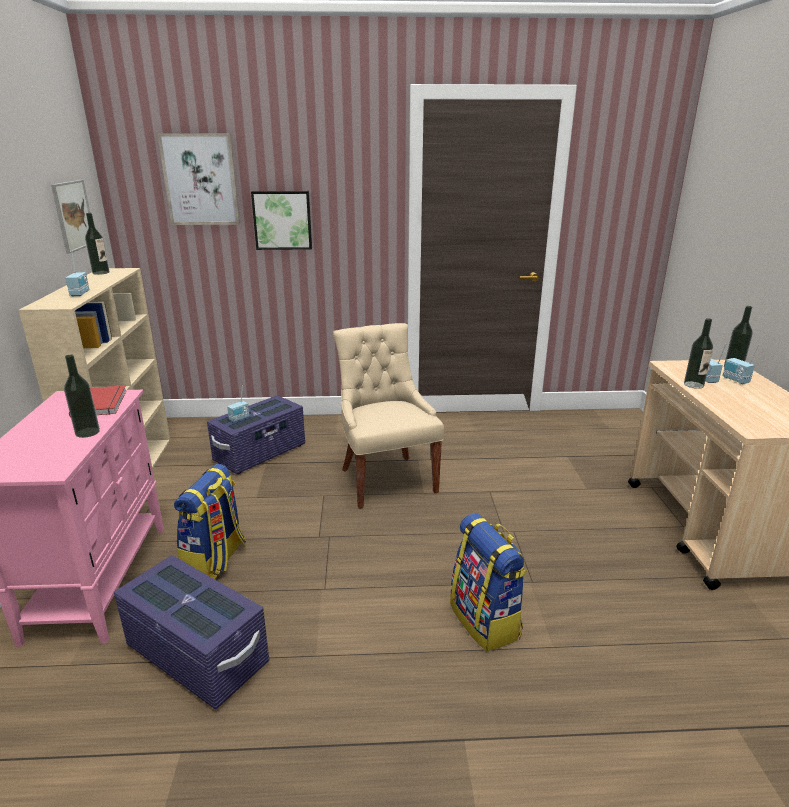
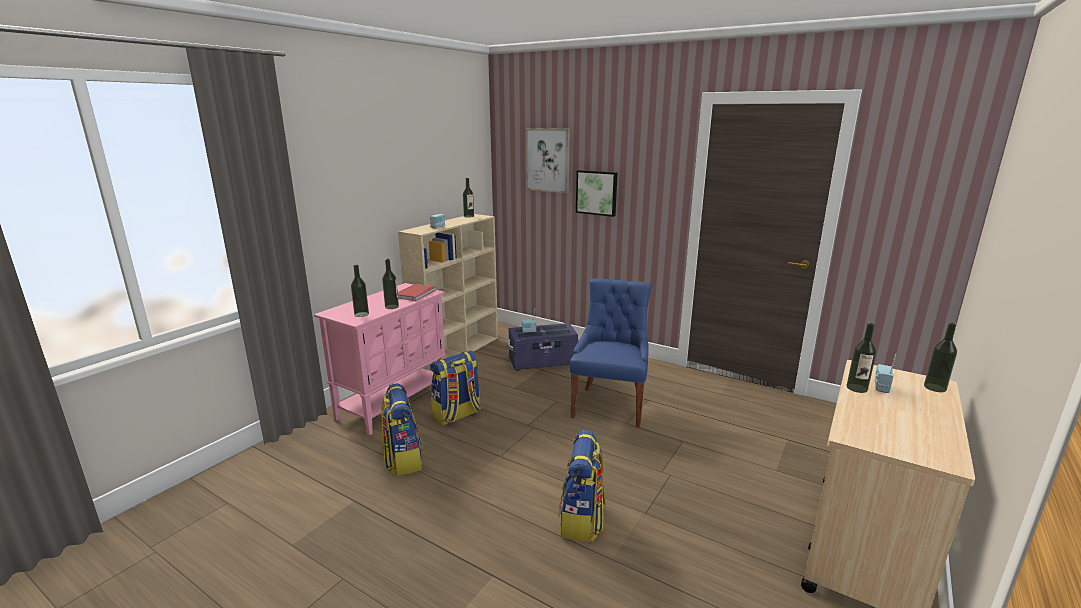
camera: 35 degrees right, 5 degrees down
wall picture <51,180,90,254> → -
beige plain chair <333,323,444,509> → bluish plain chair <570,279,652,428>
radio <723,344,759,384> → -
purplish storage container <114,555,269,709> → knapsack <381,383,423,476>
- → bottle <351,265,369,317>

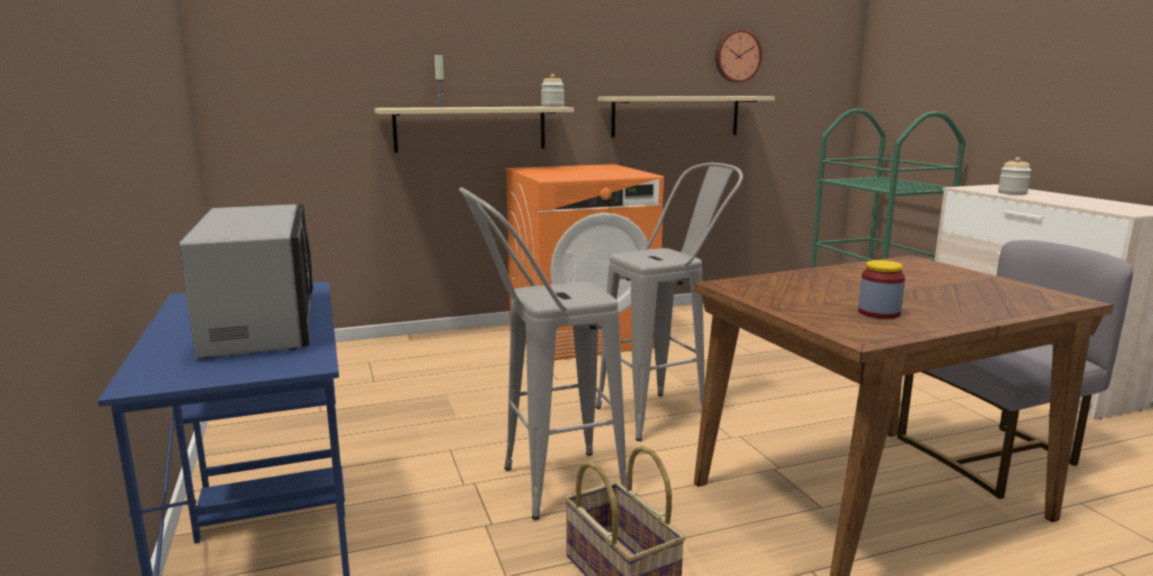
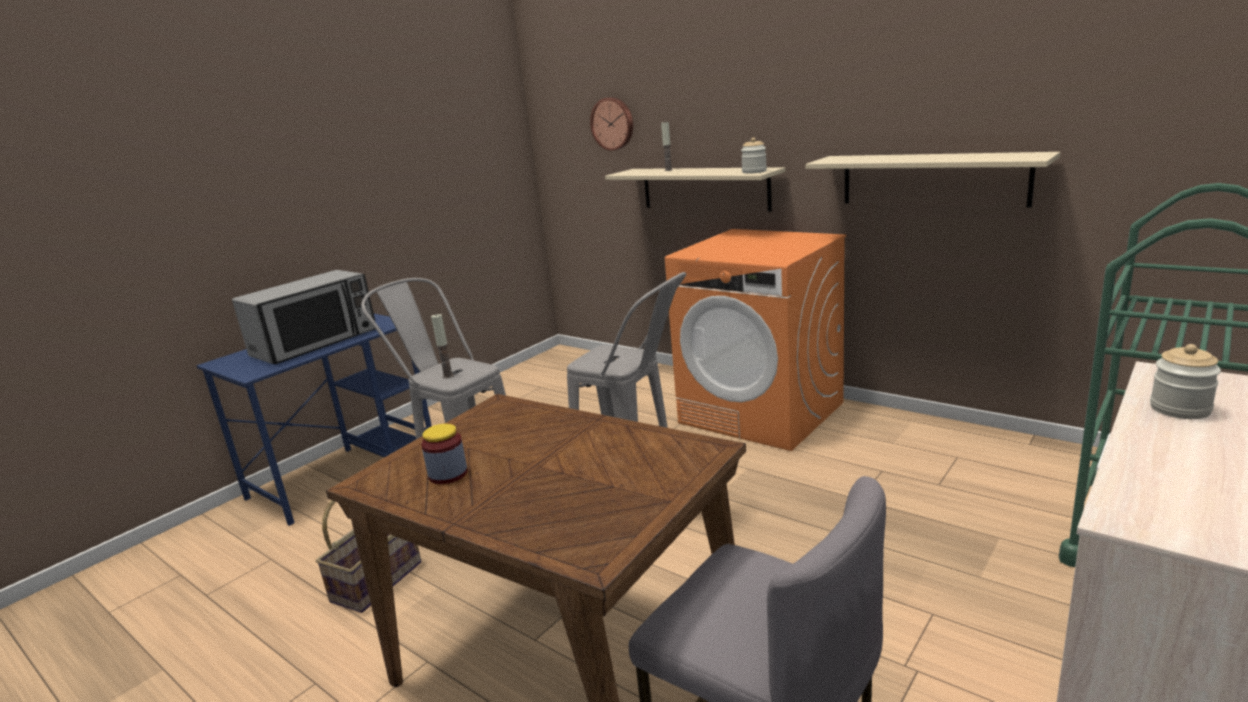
camera: 60 degrees right, 5 degrees up
hanging clock <715,30,762,83> → hanging clock <590,97,633,151>, moved
- → wax light <431,314,454,379>

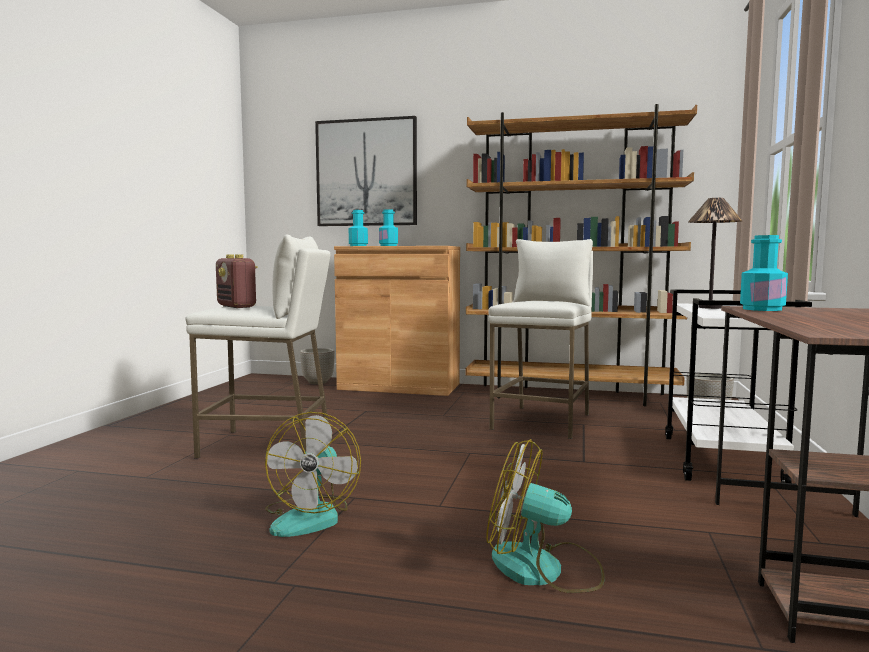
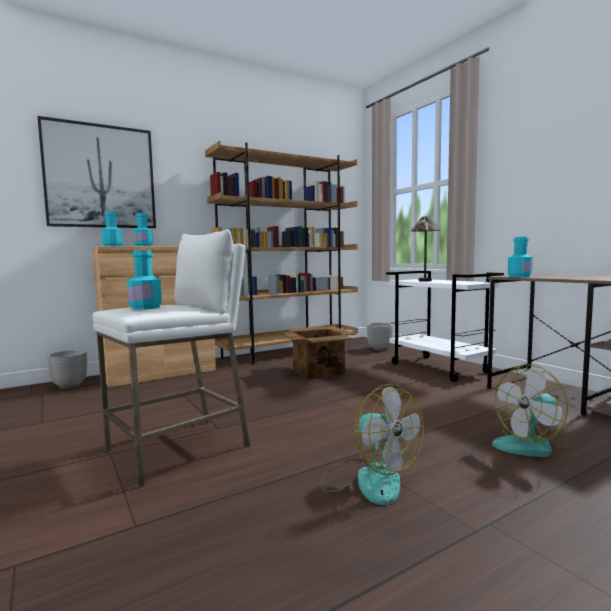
camera: 45 degrees left, 0 degrees up
whitish stool <488,239,594,439> → carton <281,326,356,379>
radio <216,254,258,308> → turquoise bottle <127,250,162,310>

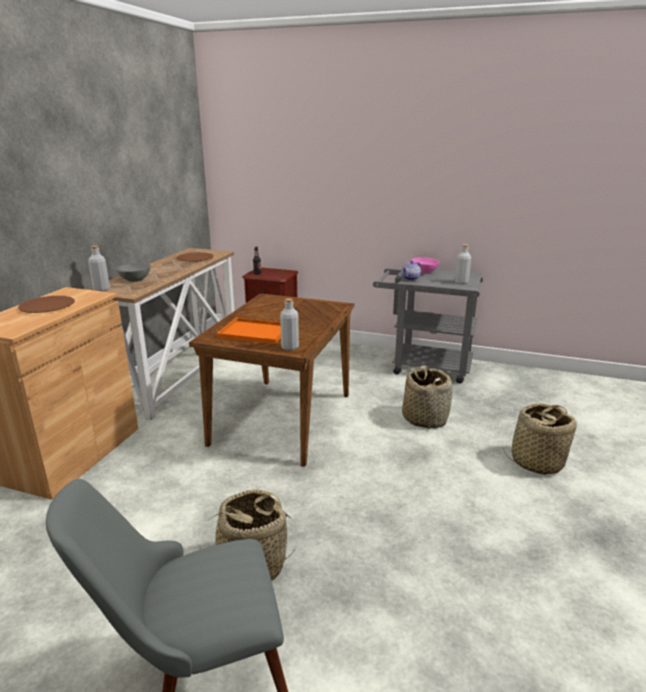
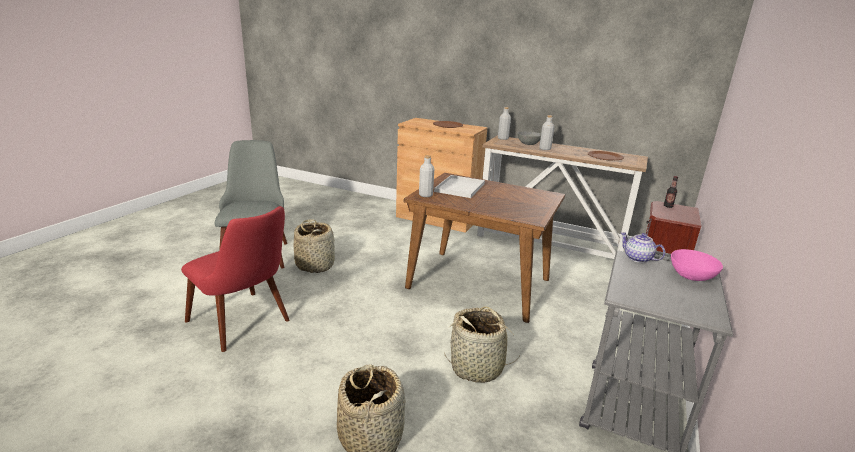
camera: 95 degrees right, 0 degrees up
gray bottle <455,244,471,284> → gray bottle <539,115,554,150>, moved
orangey serving tray <217,318,281,344> → whitish serving tray <434,175,485,198>
- → red-coloured plain chair <181,206,290,352>

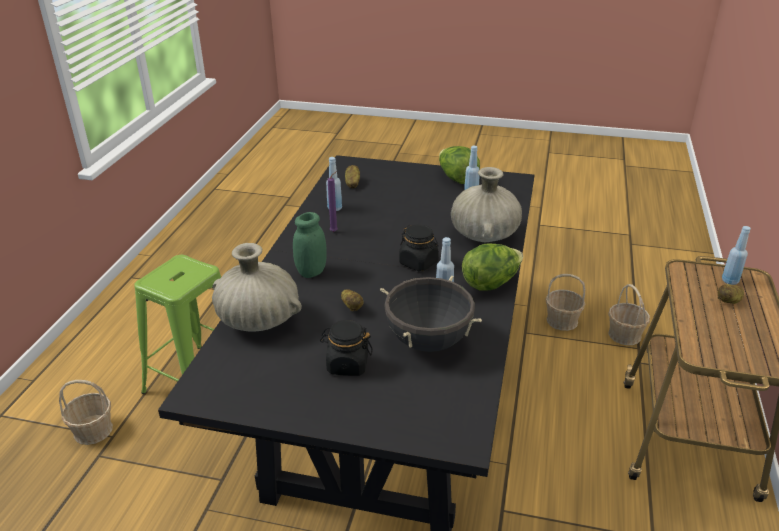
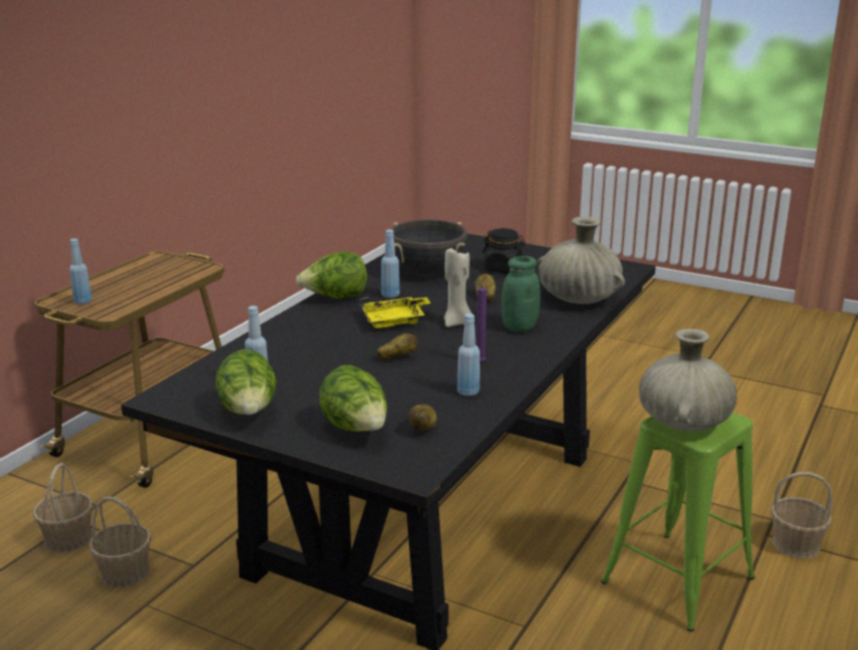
camera: 165 degrees left, 10 degrees down
beige vase <451,167,522,242> → beige vase <639,329,737,431>, moved
black-coloured jar <399,224,439,271> → yellow-coloured serving tray <359,297,430,328>
spud <718,284,744,304> → spud <377,333,417,360>, moved
- → beige wax light <444,246,472,327>
- → lettuce head <319,365,387,432>

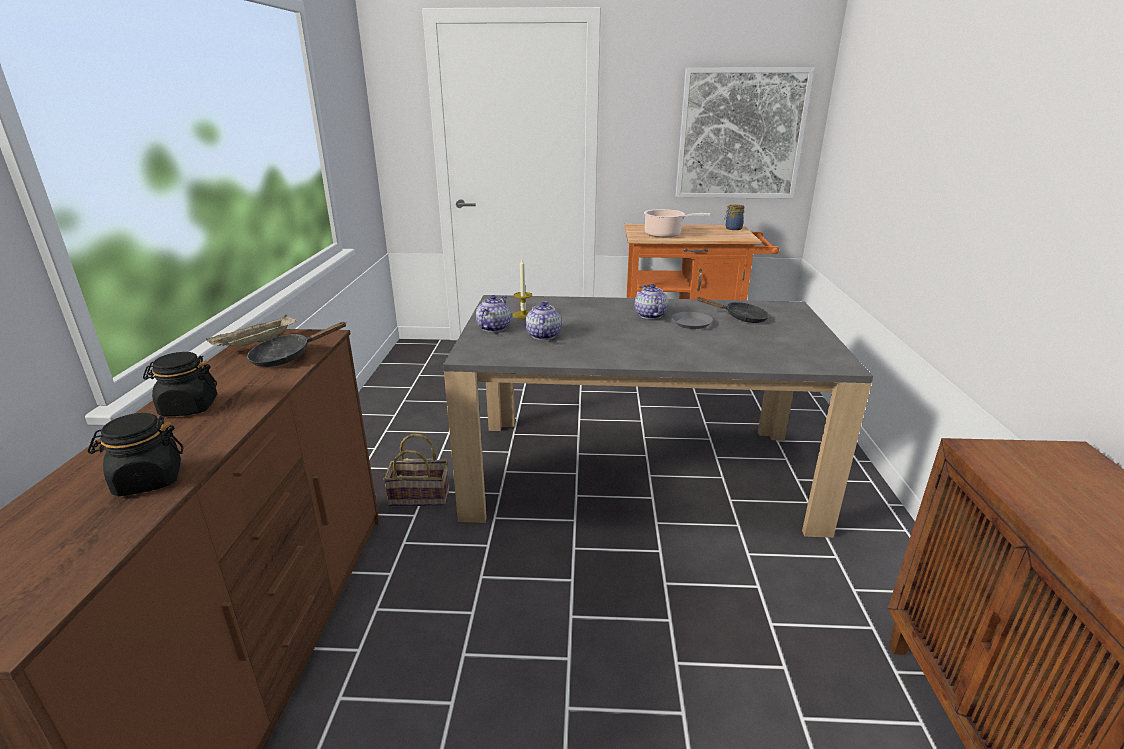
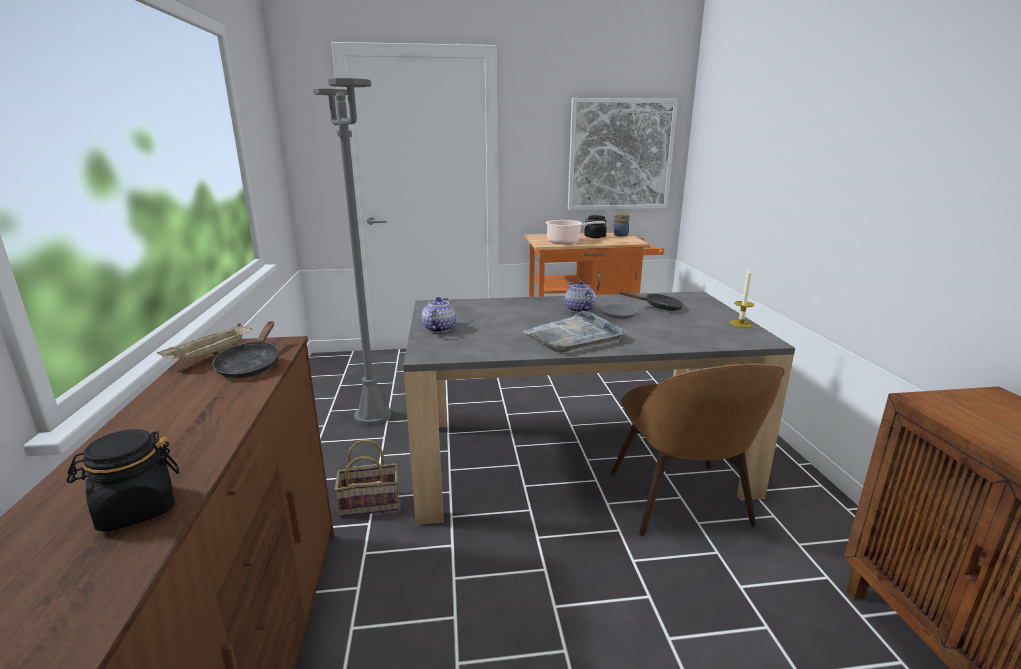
camera: 10 degrees left, 5 degrees down
wax light <513,259,532,319> → wax light <730,268,754,328>, moved
pot for tea <525,302,562,340> → -
black-coloured frying pan <247,322,347,367> → black-coloured frying pan <212,321,279,378>, 45 degrees counterclockwise
black-coloured jar <143,352,217,416> → black-coloured jar <584,215,607,238>, moved
- → gray standing lamp <313,78,391,425>
- → gray serving tray <523,311,625,353>
- → brown plain chair <611,363,785,536>

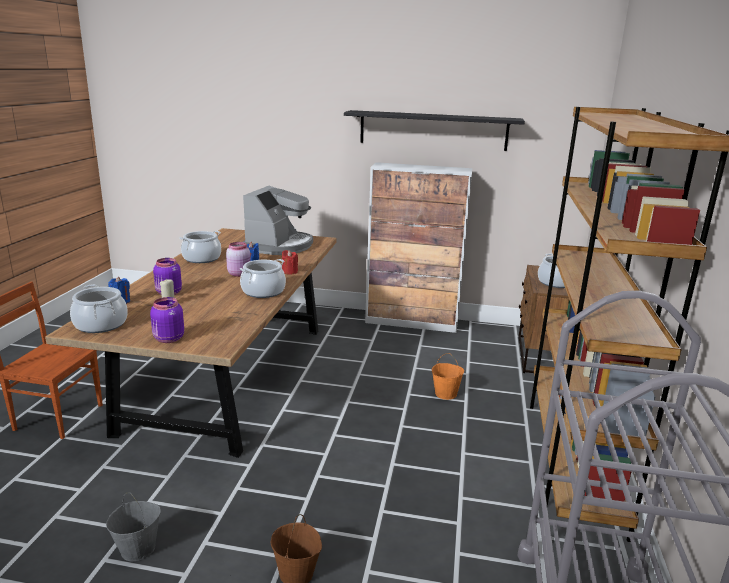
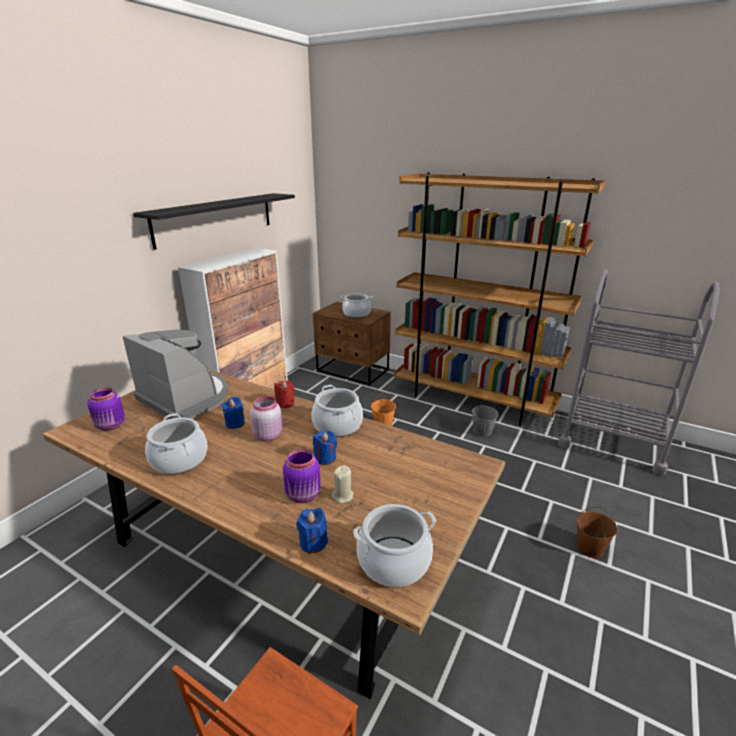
camera: 70 degrees left, 5 degrees up
purplish jar <150,297,184,343> → purplish jar <88,387,125,431>, moved
gray bucket <106,492,161,561> → gray bucket <472,398,498,437>, moved
- → bluish wax light <313,431,337,465>

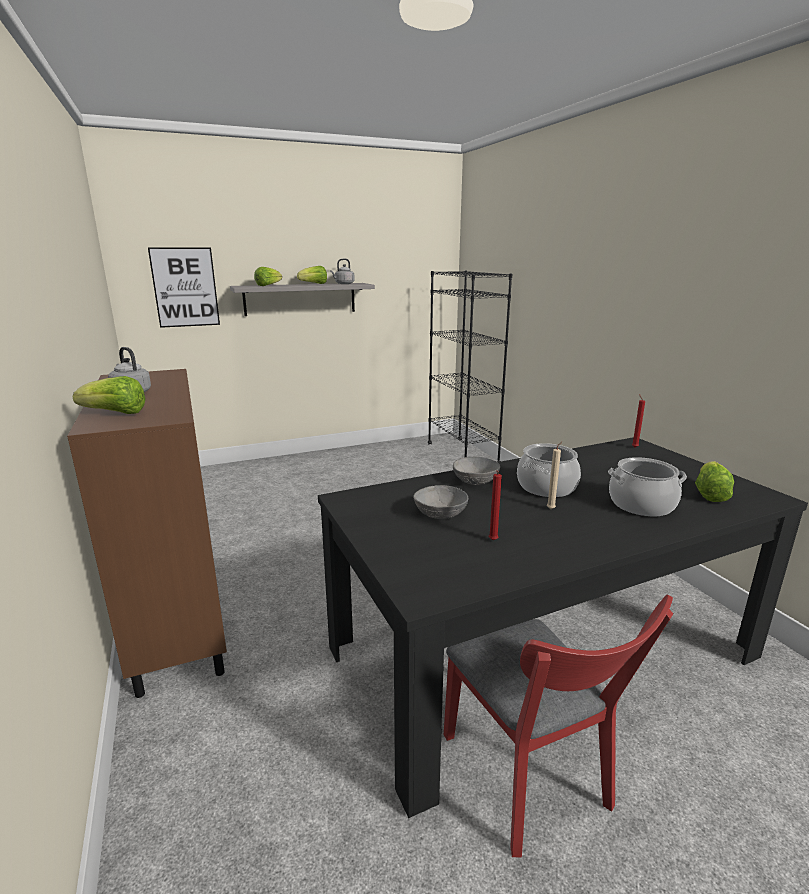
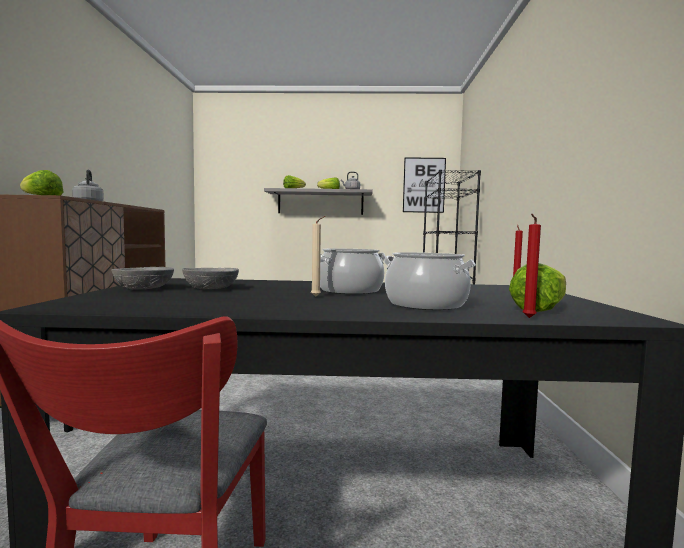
camera: 25 degrees right, 15 degrees down
wall picture <148,247,220,328> → wall picture <403,157,446,213>, moved
gray serving bowl <453,457,500,485> → gray serving bowl <111,267,174,290>, moved
red-coloured wax light <489,470,502,541> → red-coloured wax light <523,213,541,318>, moved

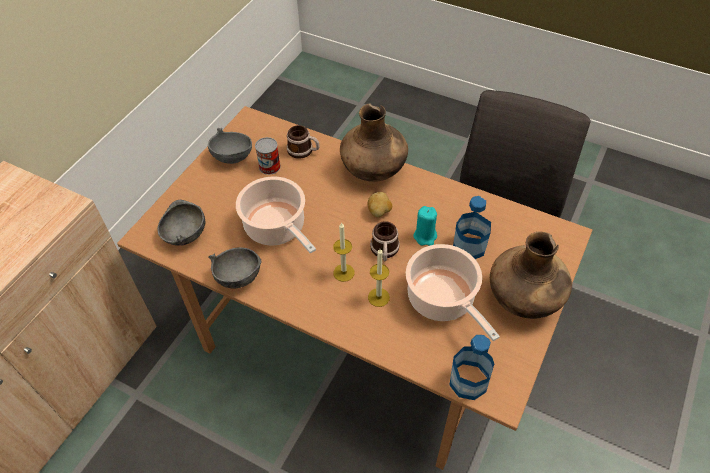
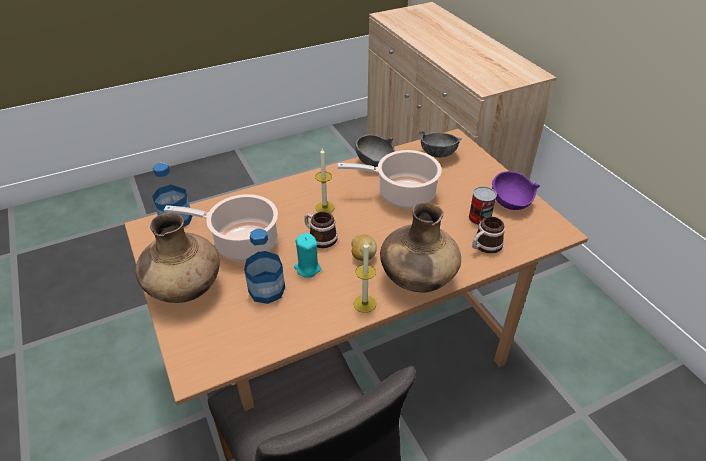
camera: 125 degrees right, 10 degrees down
gray serving bowl <208,128,252,164> → purplish serving bowl <492,171,540,210>
wax light <368,249,390,307> → wax light <354,242,376,313>, moved

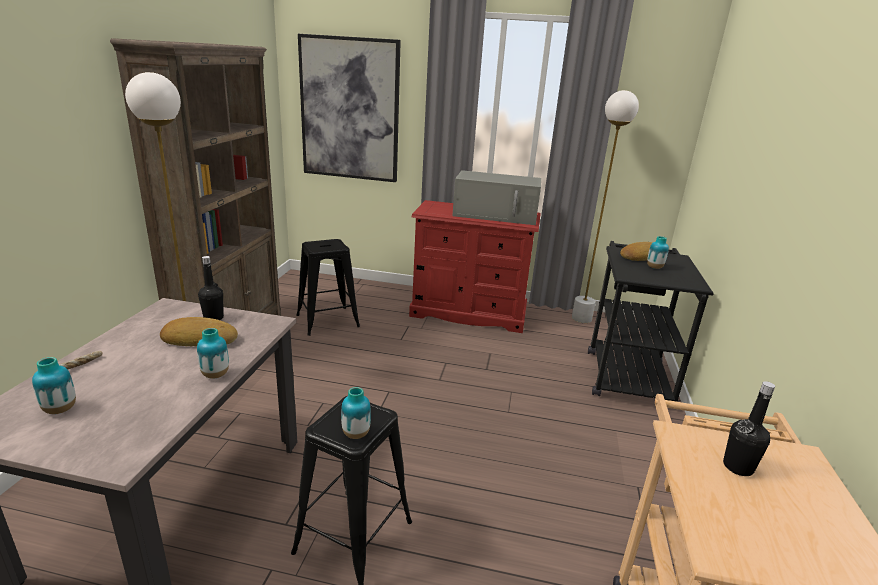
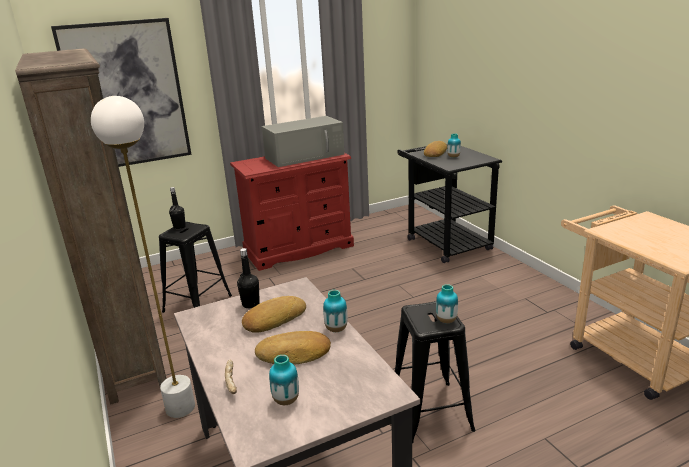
camera: 35 degrees left, 0 degrees up
whitish standing lamp <572,90,639,323> → -
black-coloured bottle <723,381,775,476> → black-coloured bottle <169,187,186,229>, moved
- → baked bread <255,331,331,365>

